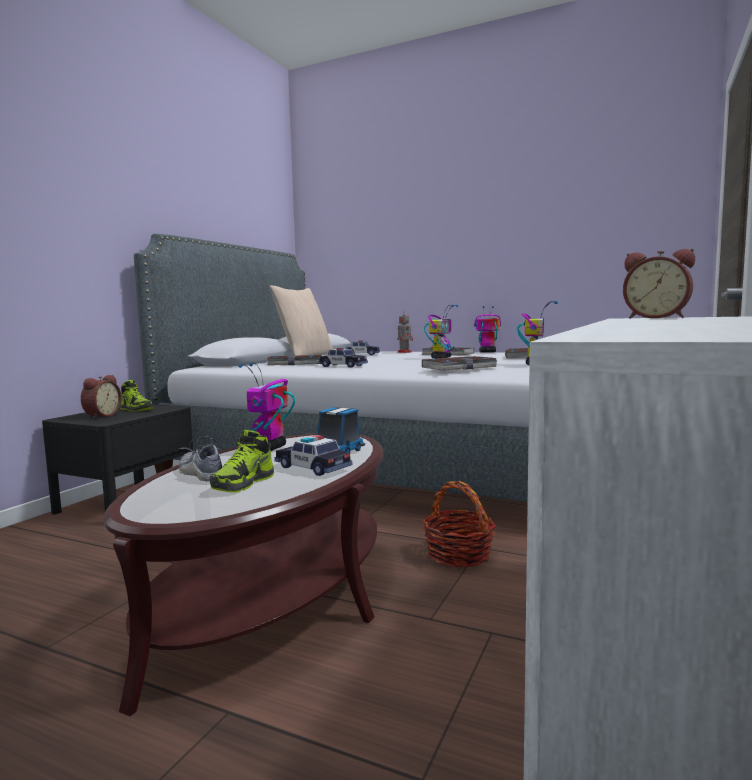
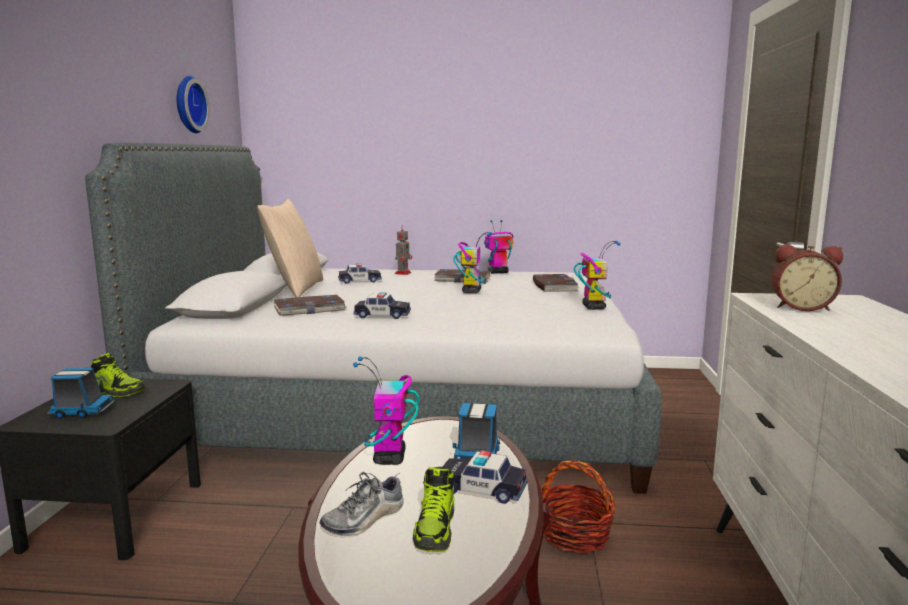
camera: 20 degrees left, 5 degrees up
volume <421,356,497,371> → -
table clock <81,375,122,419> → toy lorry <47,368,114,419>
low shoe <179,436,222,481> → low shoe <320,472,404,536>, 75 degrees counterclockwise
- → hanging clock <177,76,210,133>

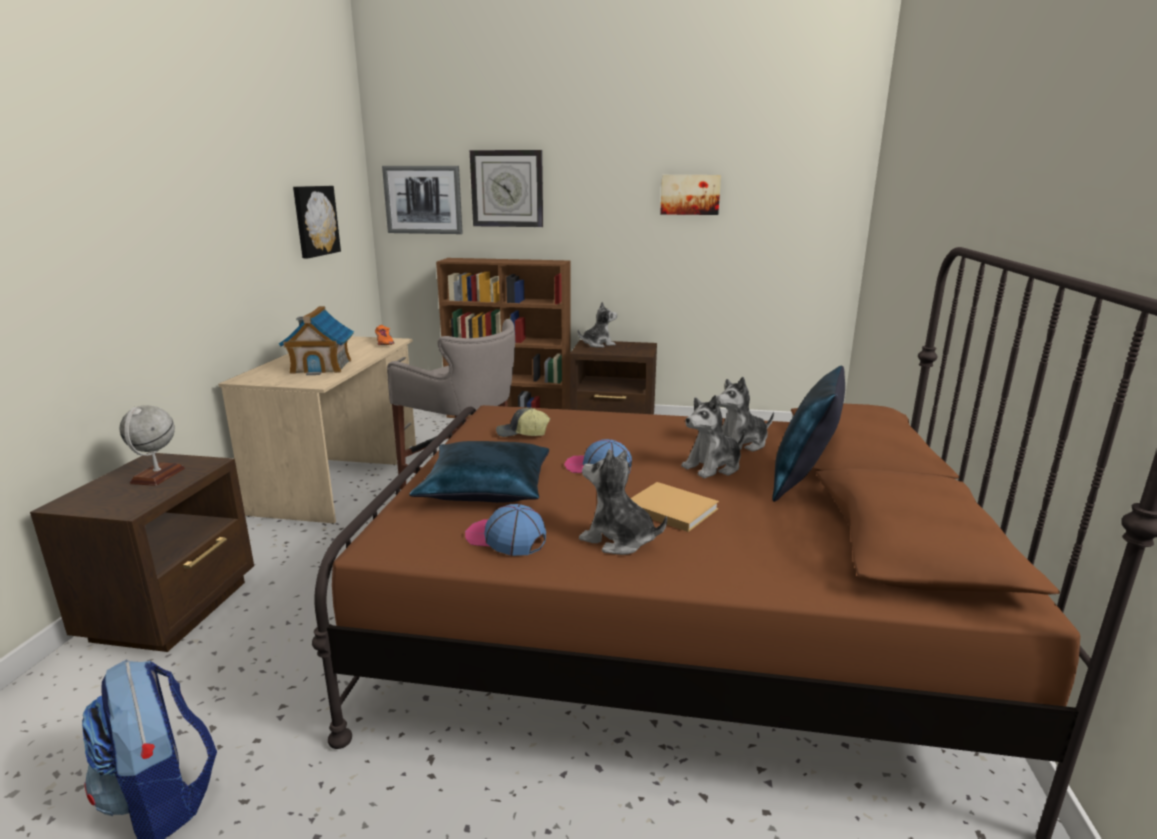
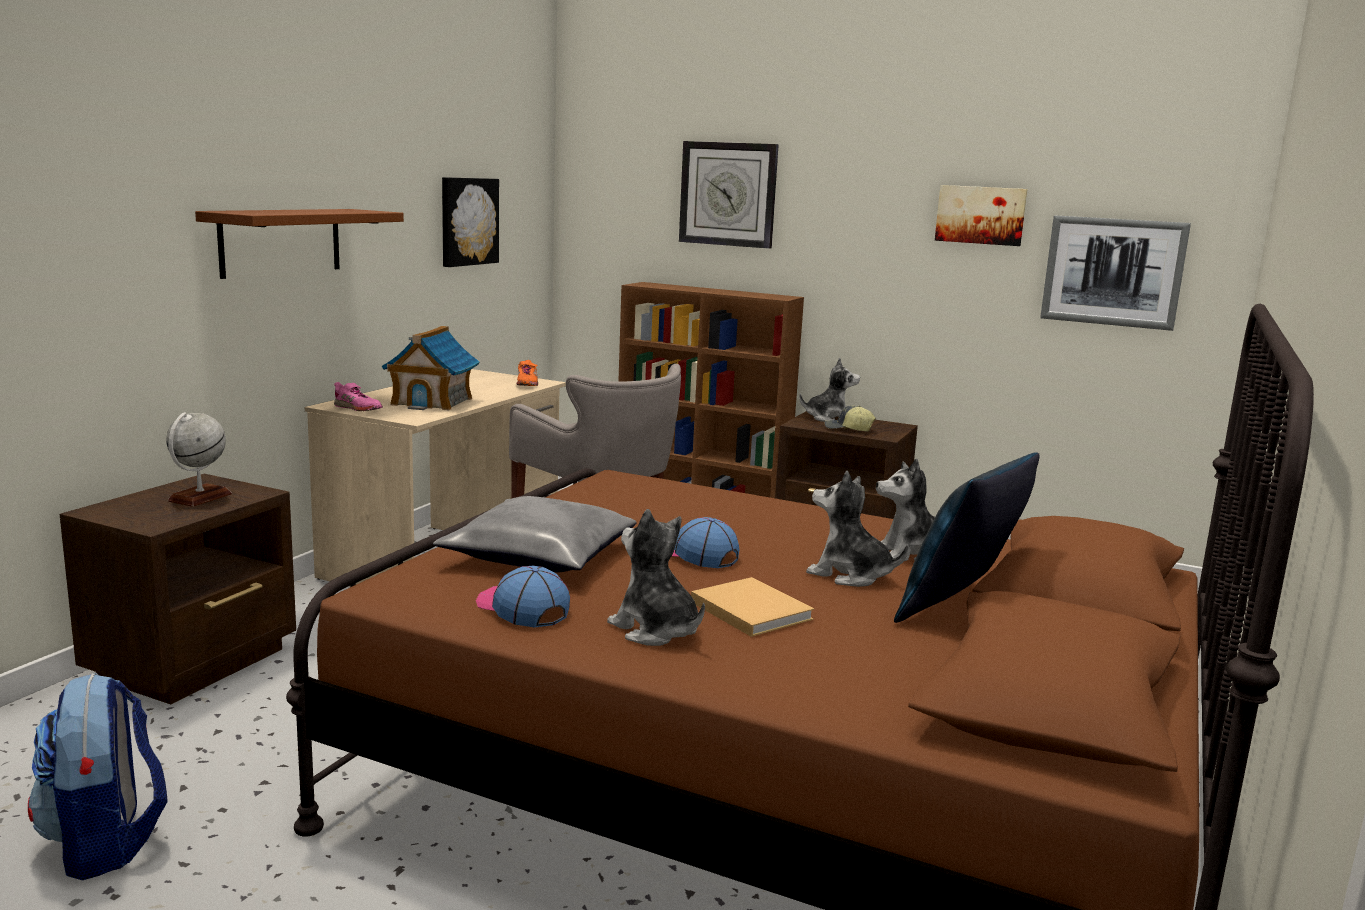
camera: 15 degrees right, 5 degrees down
wall picture <382,166,463,234> → wall picture <1040,215,1191,331>, moved
cuddly toy <681,395,745,478> → cuddly toy <806,471,908,587>, 45 degrees clockwise
peaked cap <496,408,550,437> → peaked cap <824,406,876,432>, moved
bluish throw pillow <409,441,549,503> → gray throw pillow <433,496,636,572>
- → brown bracket shelf <195,209,404,279>
- → pink-coloured low shoe <334,382,383,411>

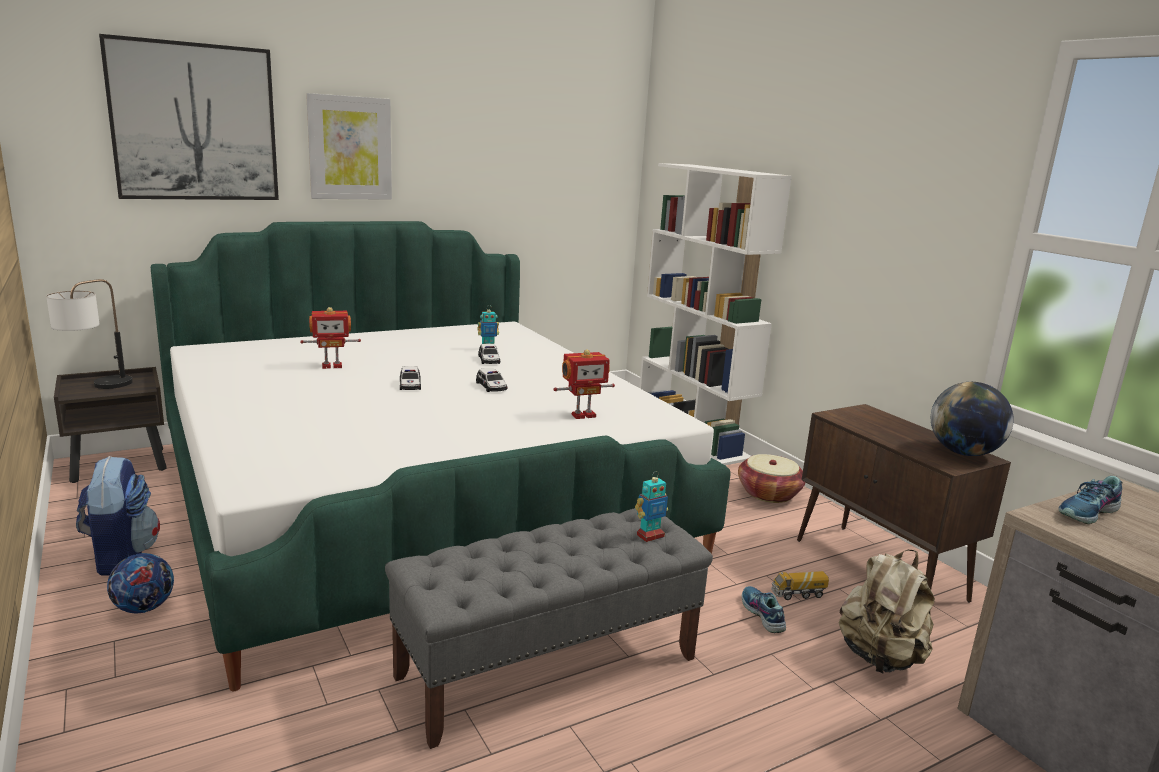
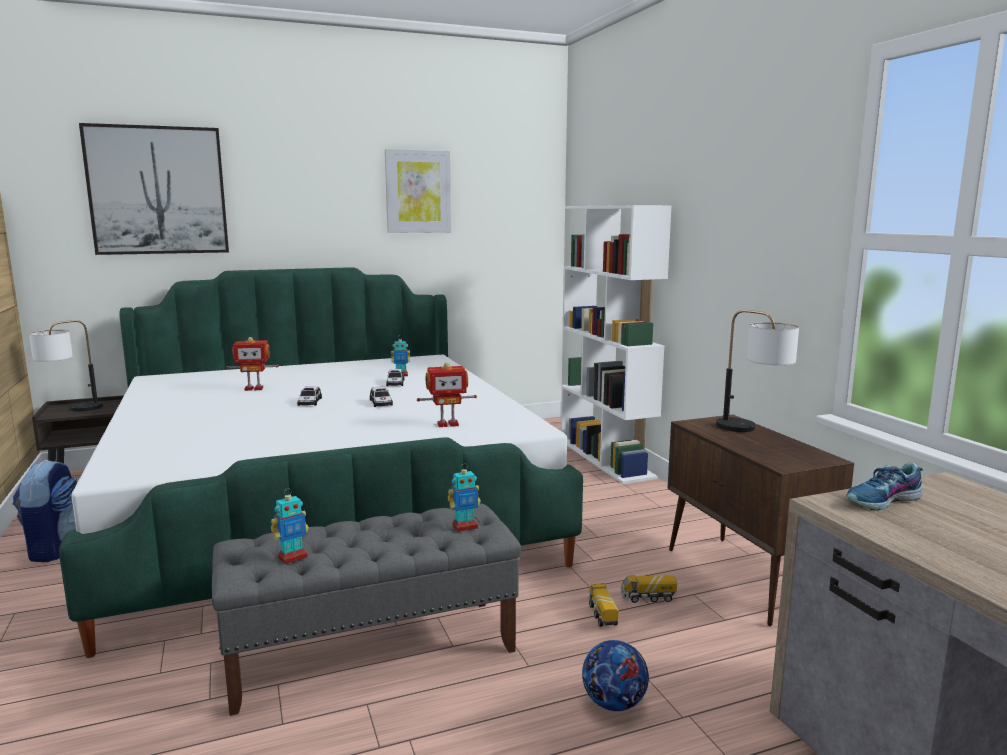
camera: 10 degrees right, 5 degrees down
wall picture <306,93,392,200> → wall picture <385,149,451,233>, moved
world globe <931,382,1014,456> → -
basket <738,454,806,503> → -
beige knapsack <839,550,935,673> → -
ball for football <107,553,174,613> → ball for football <582,640,649,711>, moved
low shoe <742,586,786,633> → toy lorry <588,583,619,627>
- → table lamp <716,310,799,432>
- → toy robot <271,488,309,564>

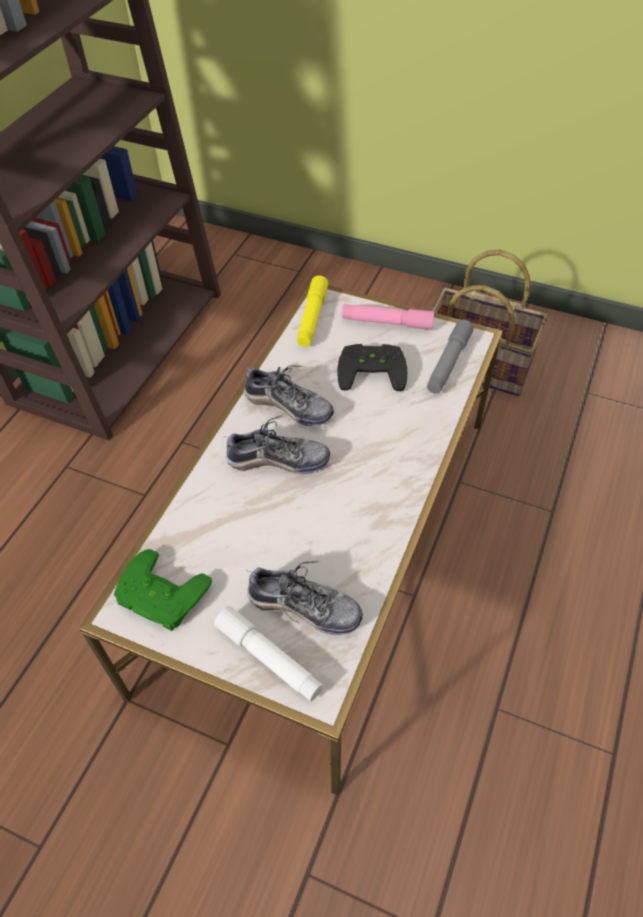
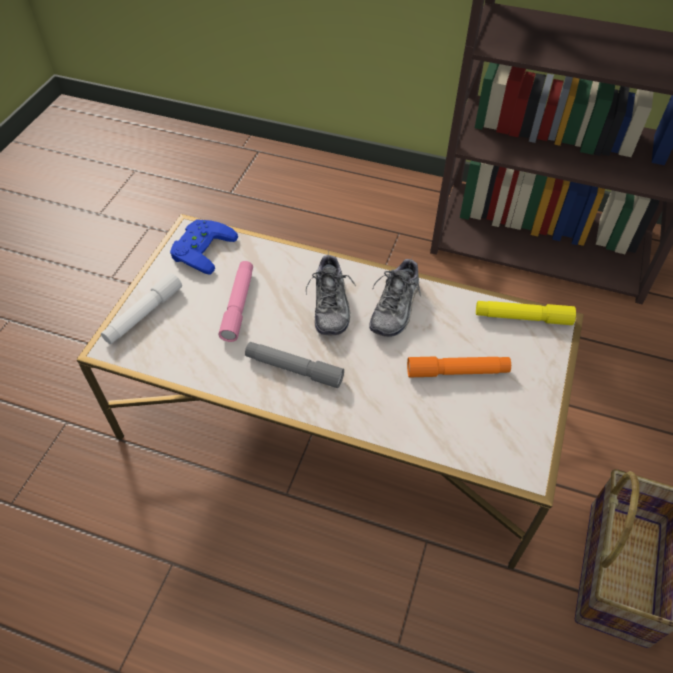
camera: 85 degrees right, 0 degrees up
pink-coloured flashlight <342,304,434,330> → pink-coloured flashlight <218,261,253,342>, moved
gray flashlight <427,320,474,394> → gray flashlight <245,342,344,388>, moved
black-coloured game controller <337,344,407,391> → orangey flashlight <407,357,511,377>
green game controller <114,549,212,631> → bluish game controller <170,219,238,275>
low shoe <245,561,363,635> → -

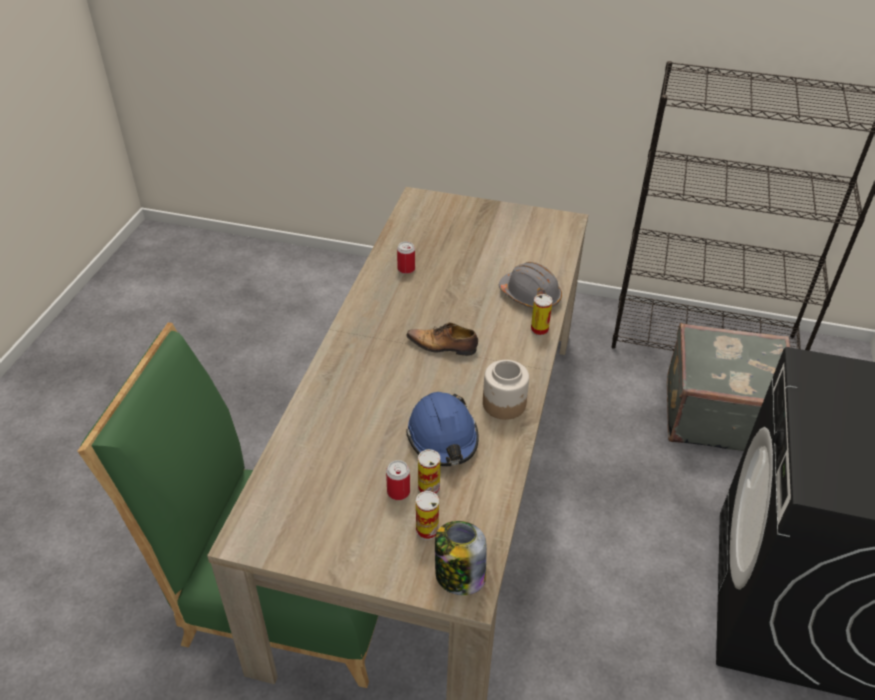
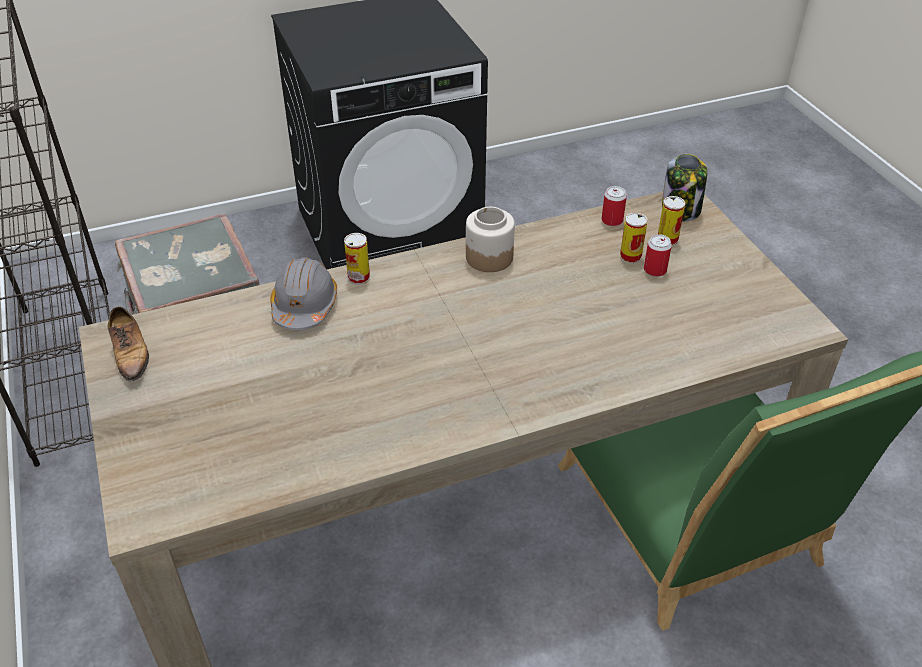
camera: 125 degrees left, 0 degrees up
sealed can <397,241,415,274> → sealed can <602,186,627,226>, moved
low shoe <407,322,478,356> → low shoe <107,306,149,381>, moved
bluish work helmet <406,392,479,466> → -

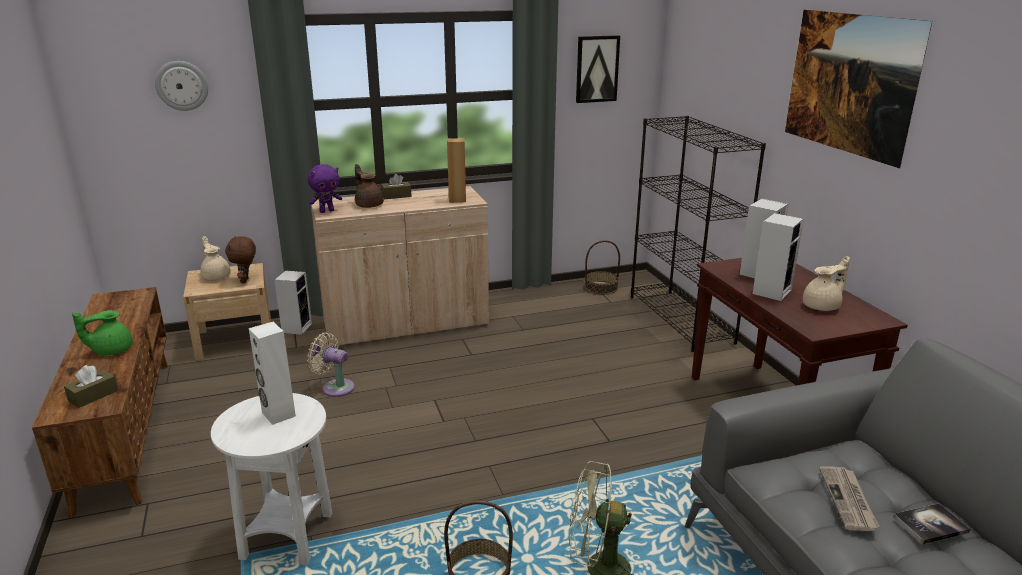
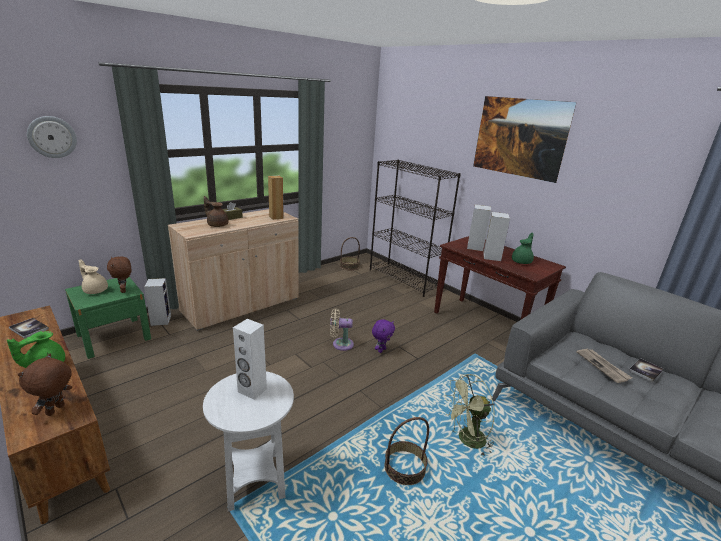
camera: 25 degrees left, 0 degrees up
wall picture <576,35,620,103> → -
purplish cuddly toy <307,164,342,213> → purplish cuddly toy <372,319,395,353>, moved
beige pot for tea <803,256,850,311> → green pot for tea <512,233,534,264>
beige night table <183,263,271,360> → green night table <65,277,151,359>
beige cooling fan <308,332,355,397> → beige cooling fan <330,308,354,351>, moved
brown box of tissues <64,365,118,408> → brown cuddly toy <18,354,72,416>
- → volume <9,318,49,339>

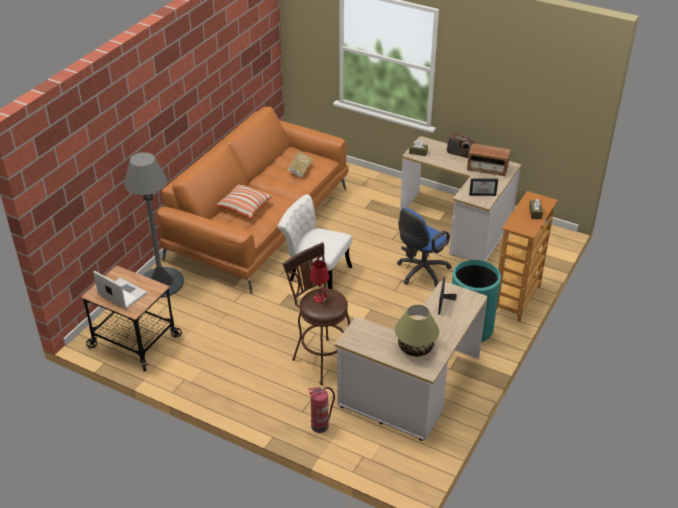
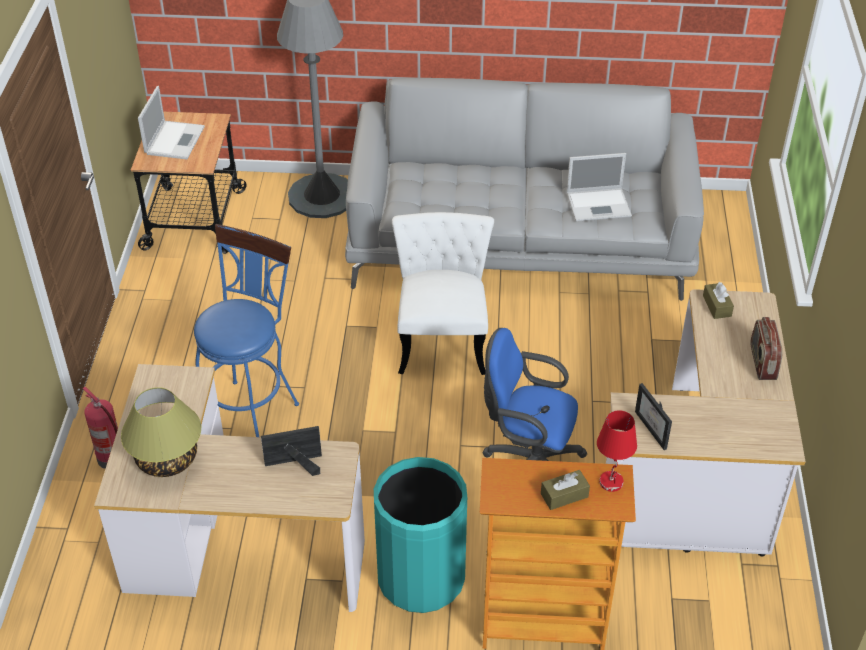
camera: 65 degrees right, 5 degrees up
orangey sofa <157,107,349,294> → gray sofa <345,78,704,301>
radio <467,143,511,176> → -
volume <288,151,313,178> → portable computer <567,153,632,222>
throw pillow <217,184,272,219> → -
brown stool <283,242,350,385> → bluish stool <194,224,299,437>
red-coloured table lamp <310,260,329,304> → red-coloured table lamp <597,410,637,492>, moved

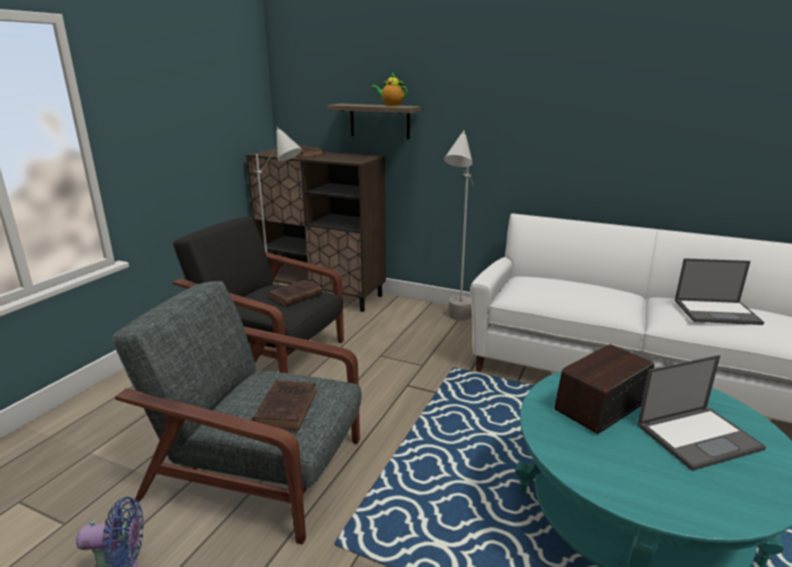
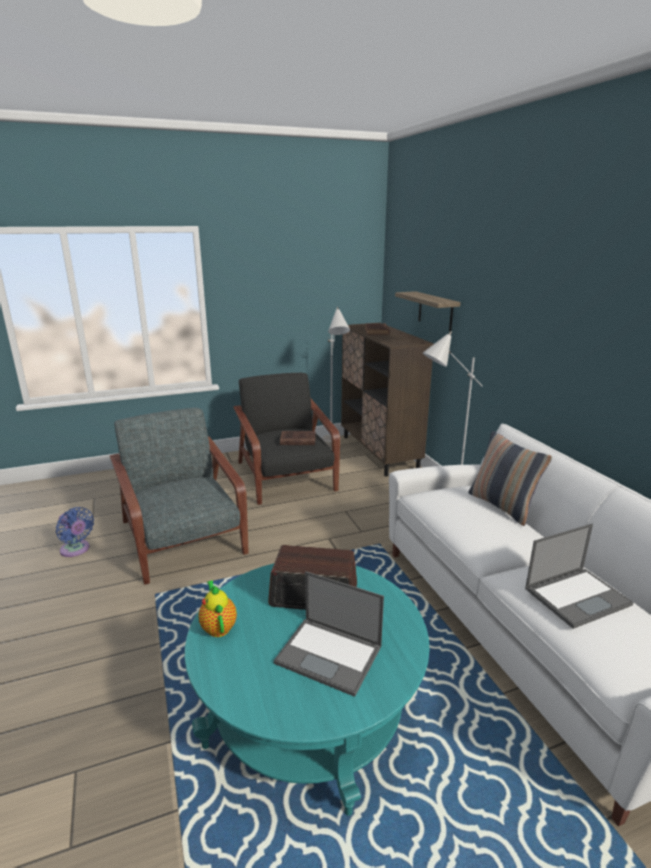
camera: 45 degrees right, 0 degrees up
pot for tea <372,72,408,106> → pot for tea <199,580,237,637>, moved
portable computer <675,258,764,325> → portable computer <525,524,634,629>, 75 degrees counterclockwise
brown volume <252,380,317,430> → -
- → throw pillow <468,431,552,526>

